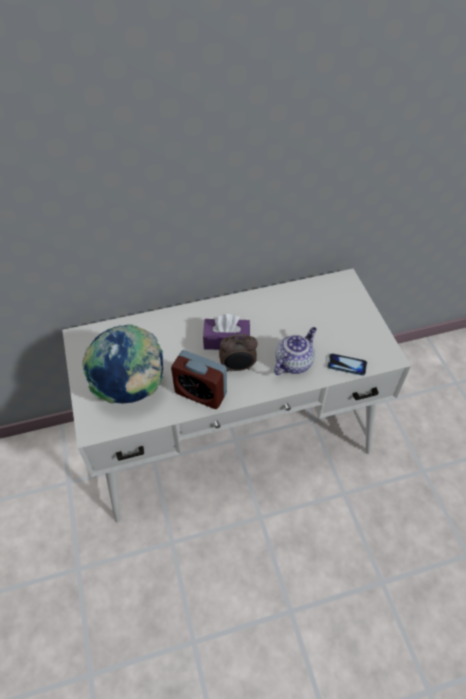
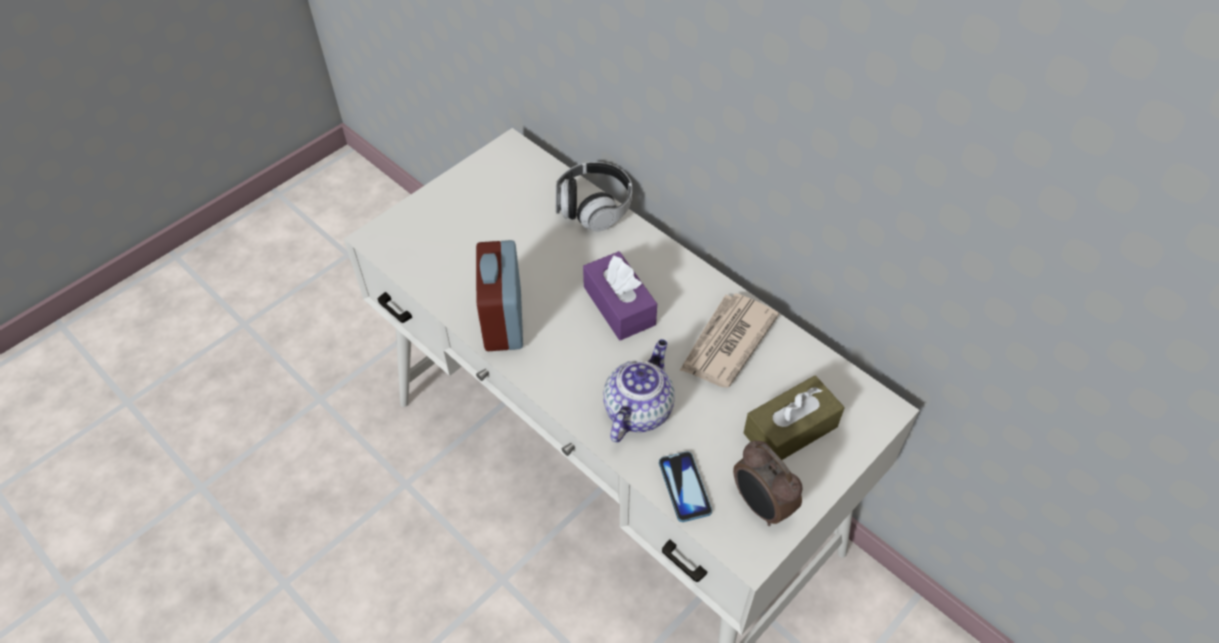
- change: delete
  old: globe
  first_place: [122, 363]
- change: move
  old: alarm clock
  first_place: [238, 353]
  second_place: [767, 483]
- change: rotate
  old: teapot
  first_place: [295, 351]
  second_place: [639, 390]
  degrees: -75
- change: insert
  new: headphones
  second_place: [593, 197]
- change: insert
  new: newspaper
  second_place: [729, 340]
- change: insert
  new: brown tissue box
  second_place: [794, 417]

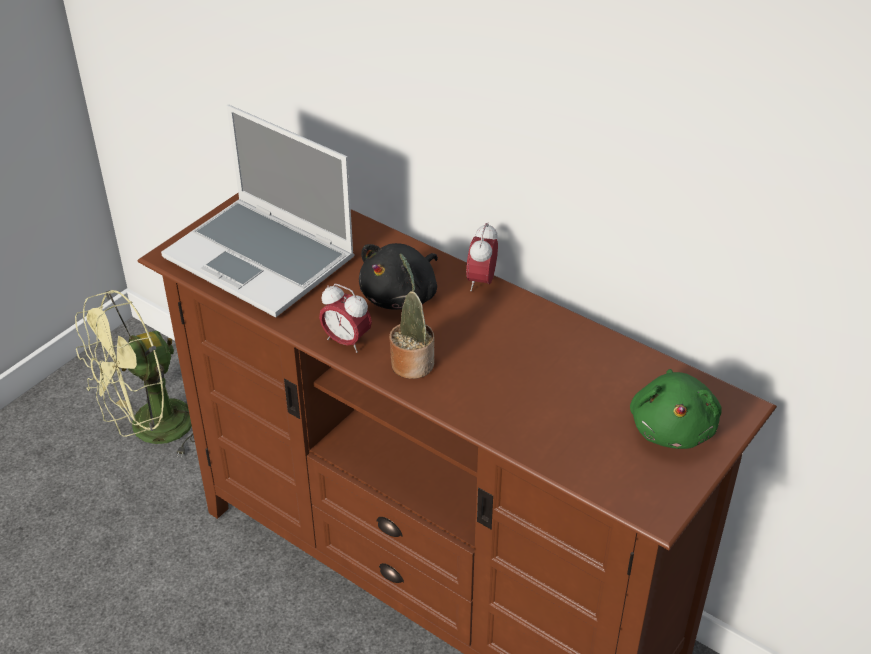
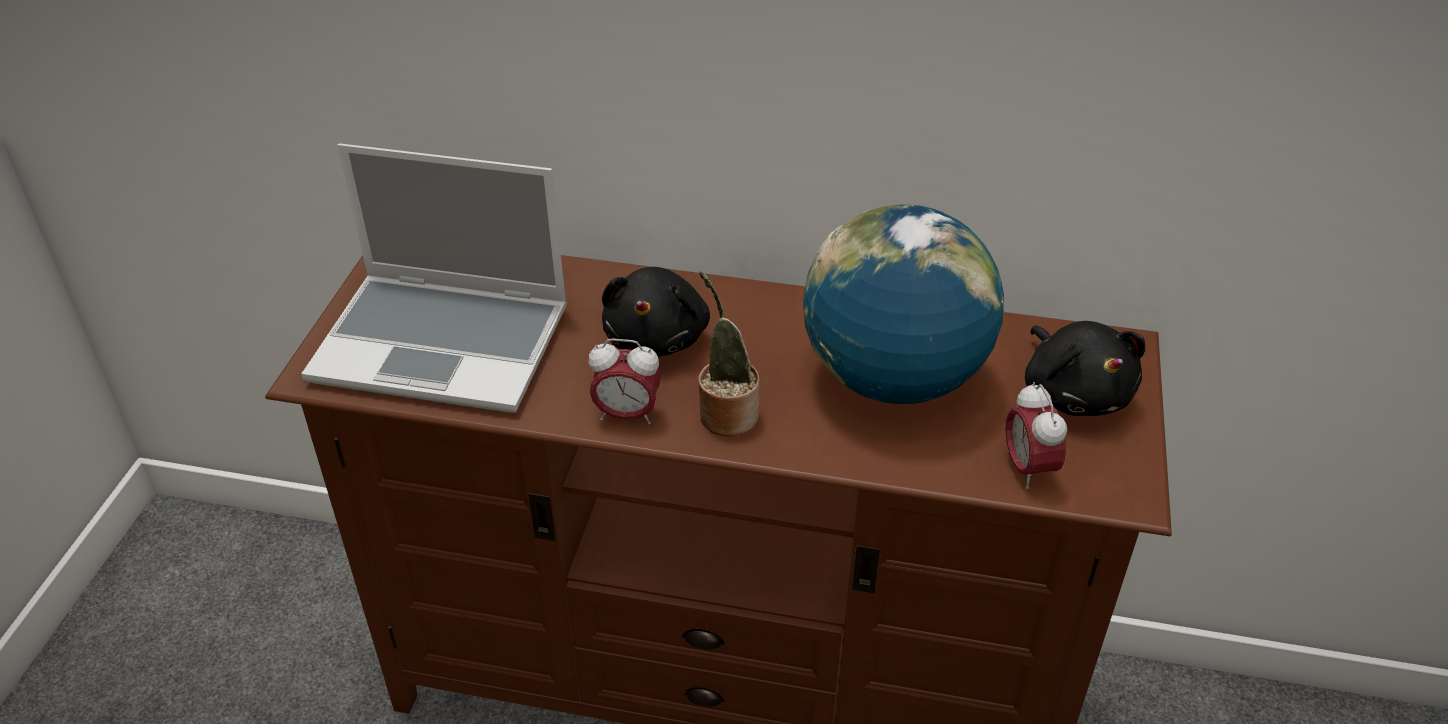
- change: delete
  old: green fan
  first_place: [135, 373]
- change: move
  old: alarm clock
  first_place: [482, 257]
  second_place: [1036, 435]
- change: recolor
  old: green plush toy
  new: black plush toy
  first_place: [675, 409]
  second_place: [1085, 368]
- change: insert
  new: globe
  second_place: [904, 304]

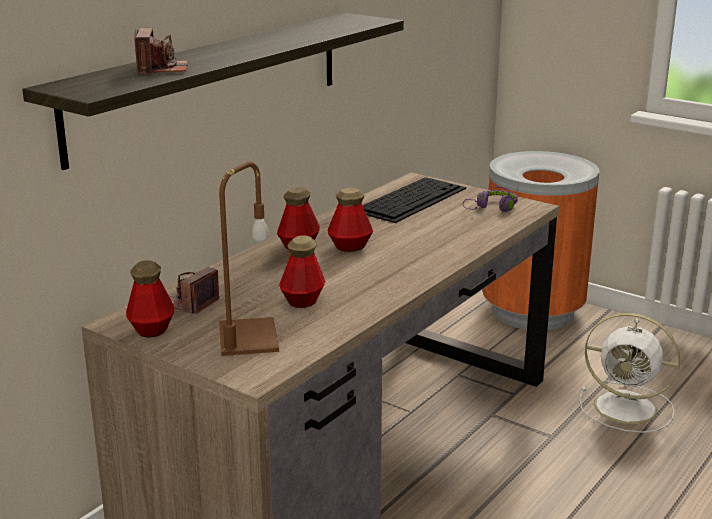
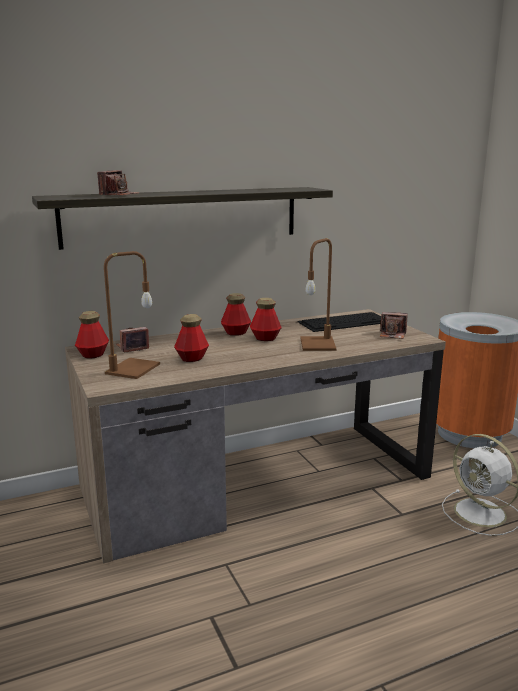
- change: replace
  old: purple headphones
  new: photo camera
  first_place: [490, 198]
  second_place: [394, 325]
- change: insert
  new: brown table lamp
  second_place: [318, 294]

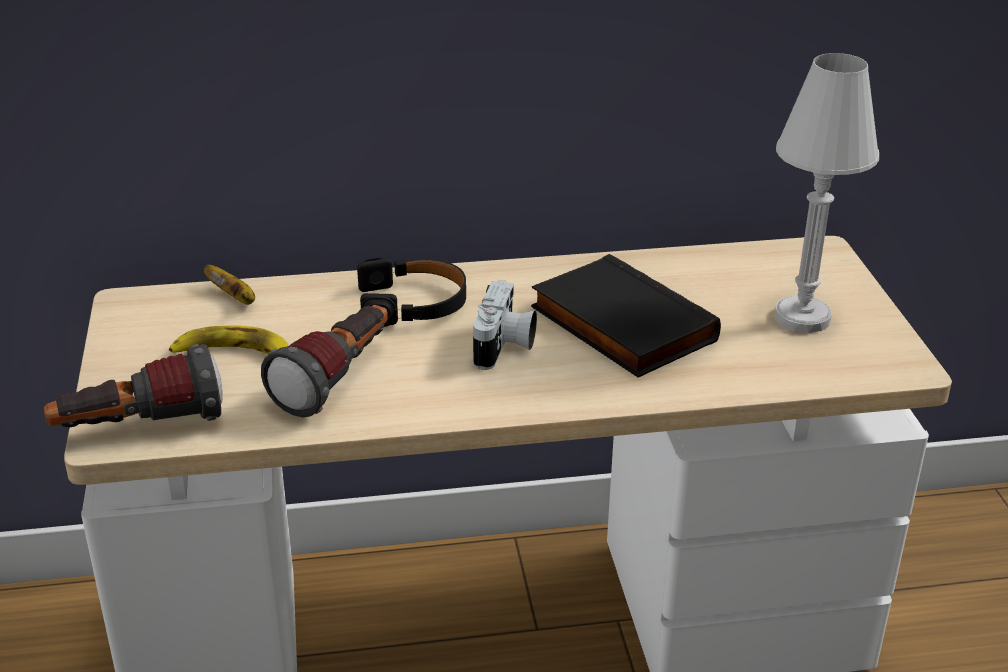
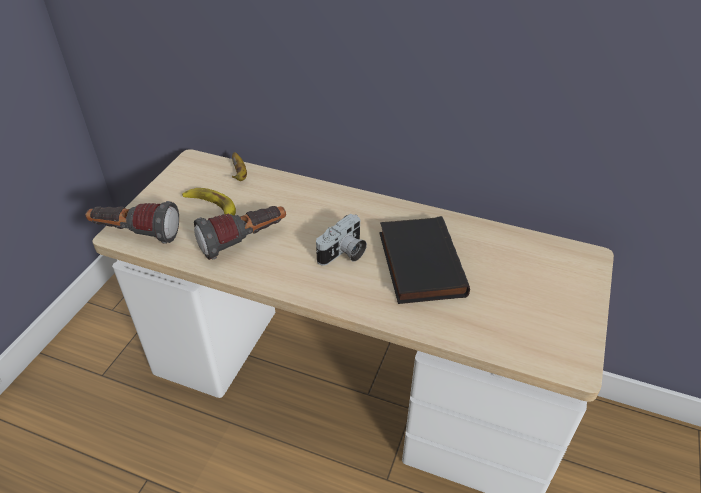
- change: delete
  old: black headphones
  first_place: [411, 292]
- change: delete
  old: white table lamp
  first_place: [827, 193]

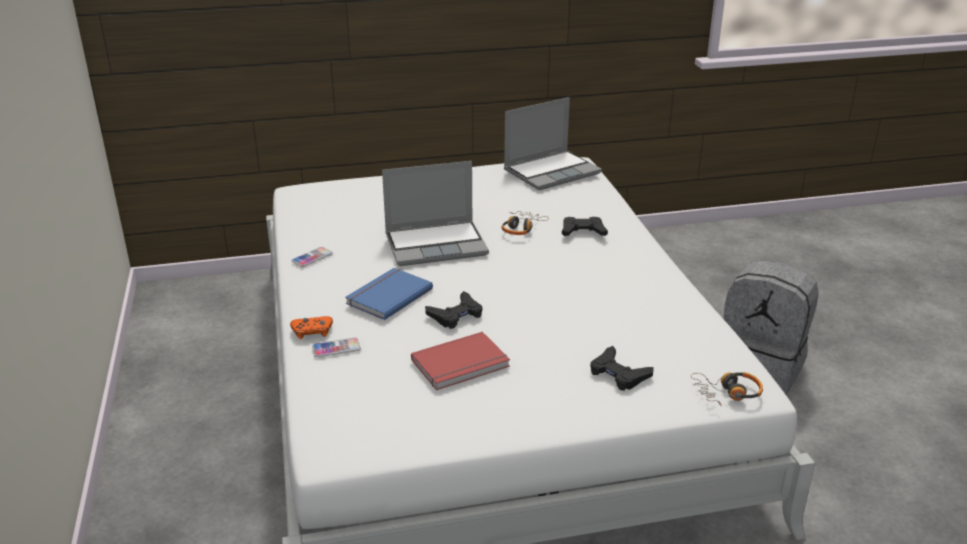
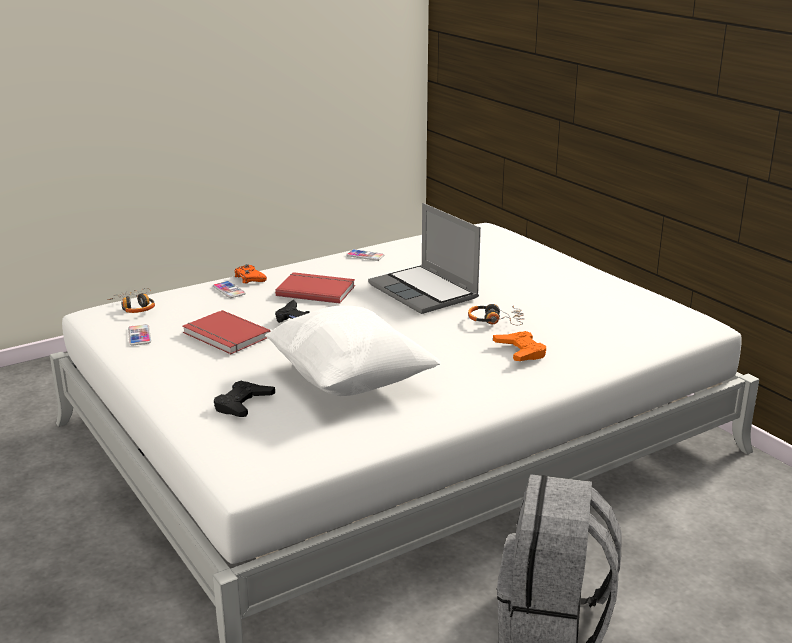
- change: recolor
  old: blue book
  new: red book
  first_place: [389, 294]
  second_place: [315, 288]
- change: delete
  old: laptop
  first_place: [553, 143]
- change: recolor
  old: black game controller
  new: orange game controller
  first_place: [585, 226]
  second_place: [519, 346]
- change: move
  old: headphones
  first_place: [727, 389]
  second_place: [131, 300]
- change: insert
  new: phone
  second_place: [139, 335]
- change: insert
  new: white pillow
  second_place: [353, 351]

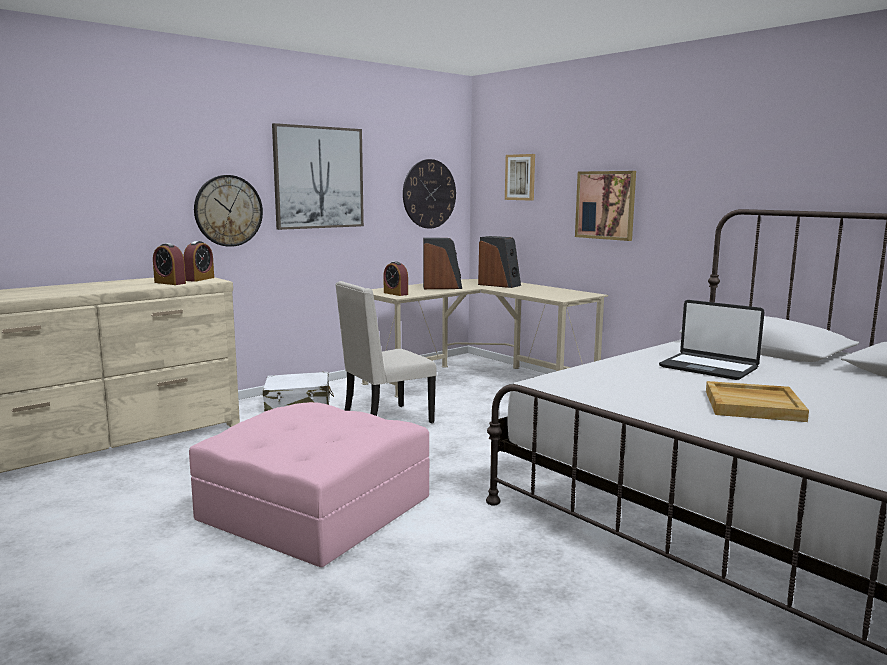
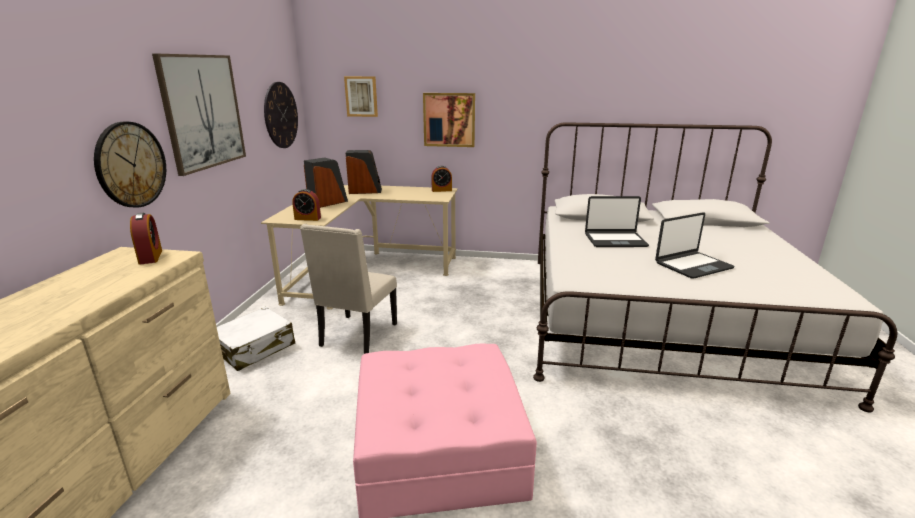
- change: move
  old: alarm clock
  first_place: [169, 264]
  second_place: [441, 179]
- change: replace
  old: beige tray
  new: laptop
  first_place: [757, 401]
  second_place: [695, 245]

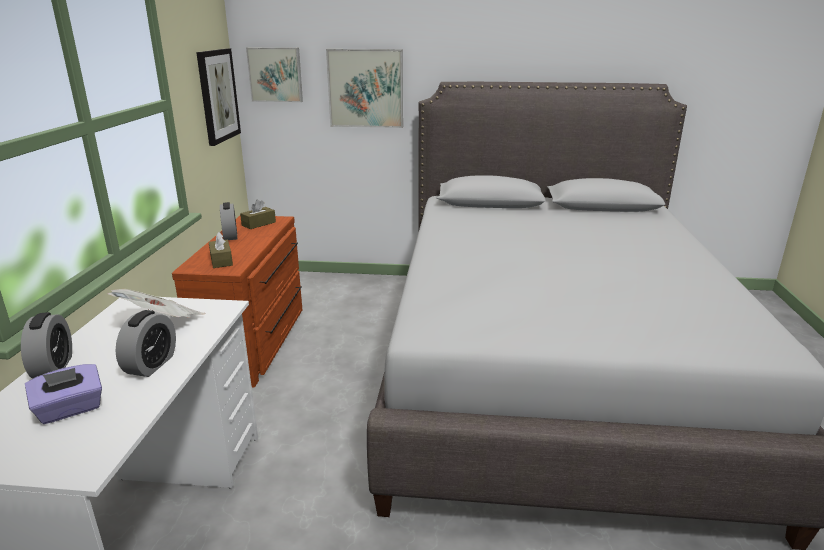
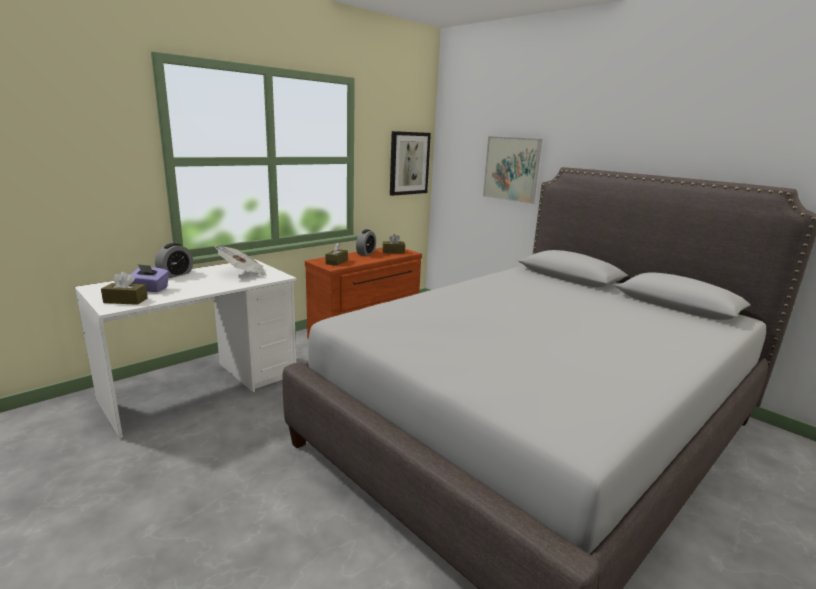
- change: delete
  old: alarm clock
  first_place: [145, 343]
- change: delete
  old: picture
  first_place: [274, 74]
- change: insert
  new: brown tissue box
  second_place: [124, 288]

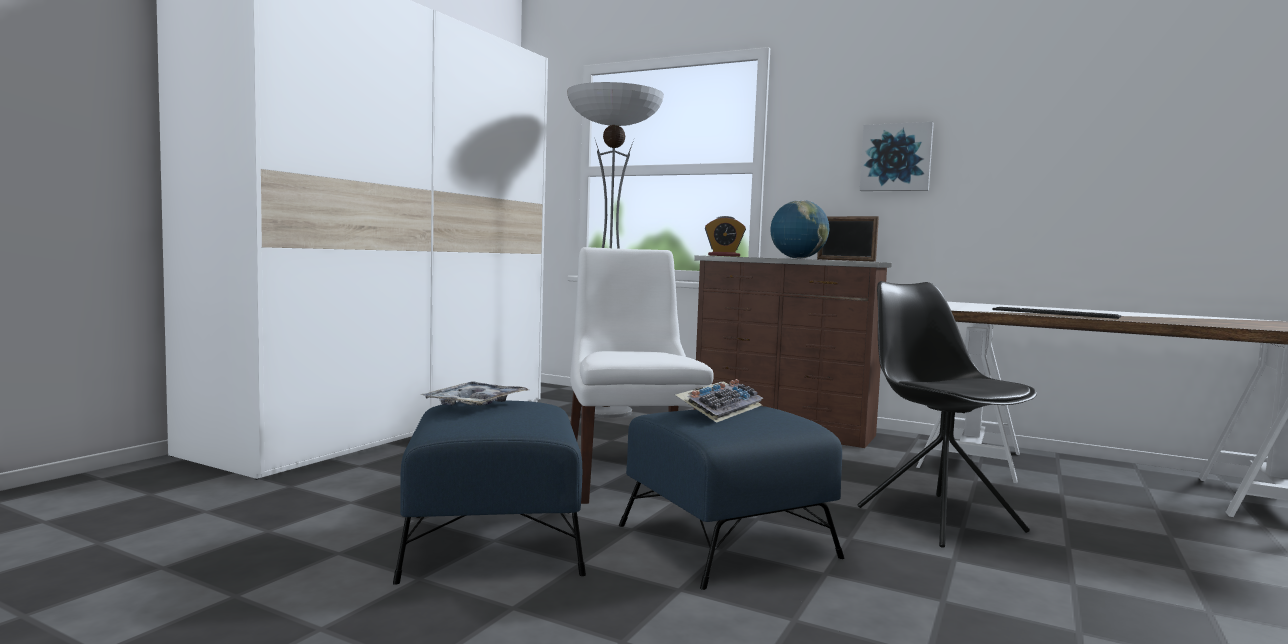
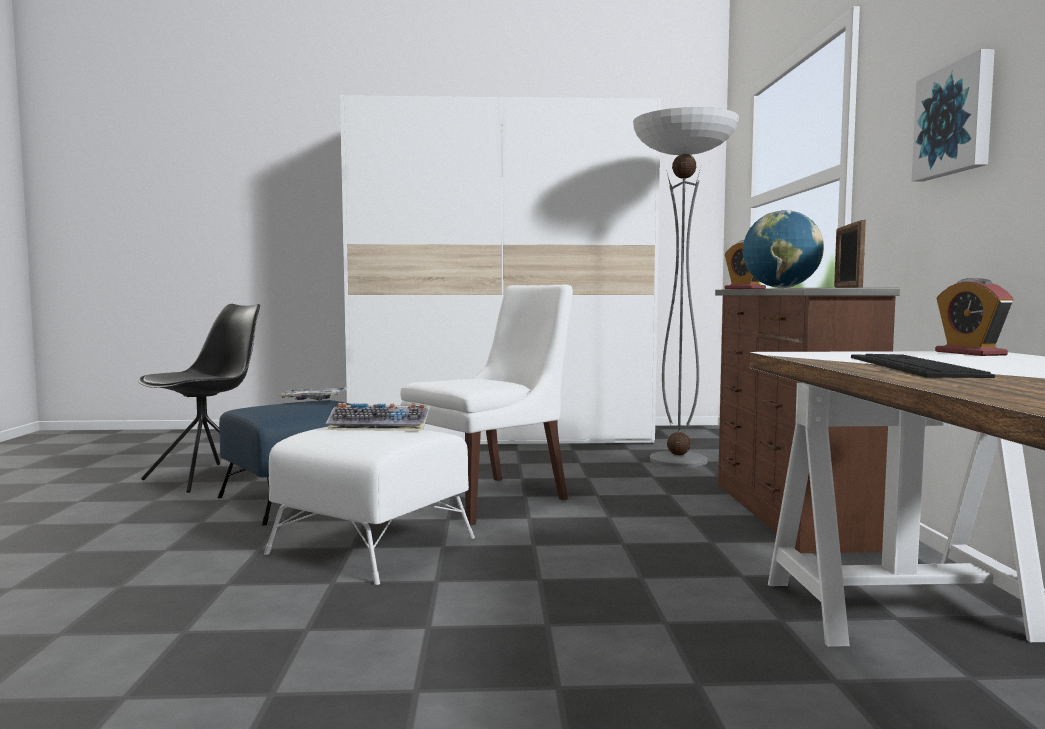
- change: recolor
  old: blue ottoman
  new: white ottoman
  first_place: [731, 498]
  second_place: [369, 505]
- change: move
  old: black chair
  first_place: [947, 414]
  second_place: [199, 398]
- change: insert
  new: alarm clock
  second_place: [974, 317]

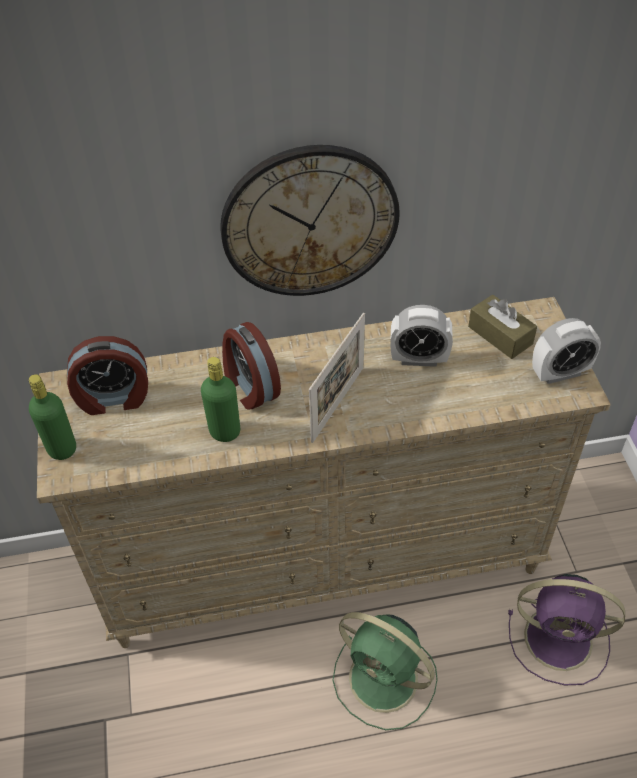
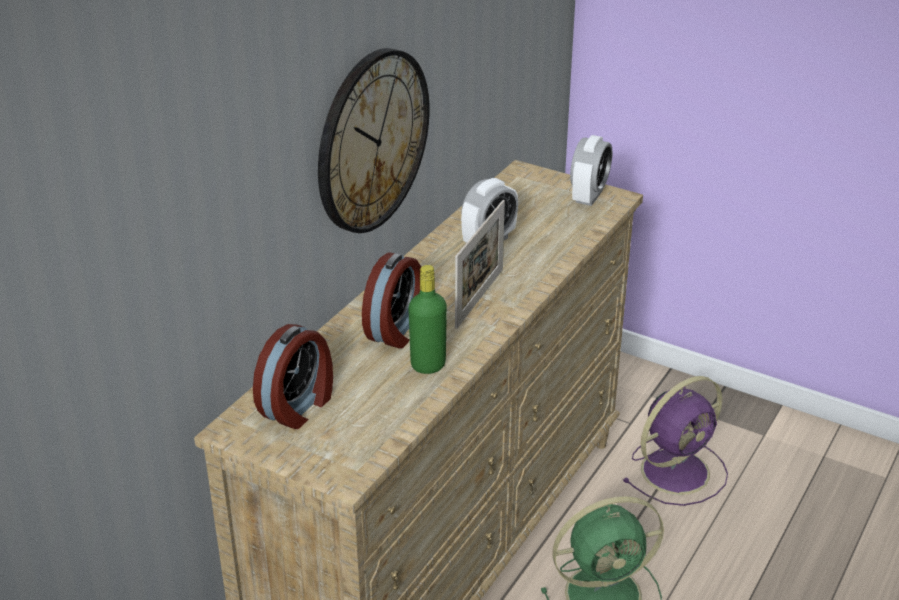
- change: delete
  old: green bottle
  first_place: [52, 417]
- change: rotate
  old: alarm clock
  first_place: [251, 366]
  second_place: [391, 300]
  degrees: -75
- change: rotate
  old: picture frame
  first_place: [337, 378]
  second_place: [480, 264]
  degrees: 45
- change: delete
  old: brown tissue box
  first_place: [502, 327]

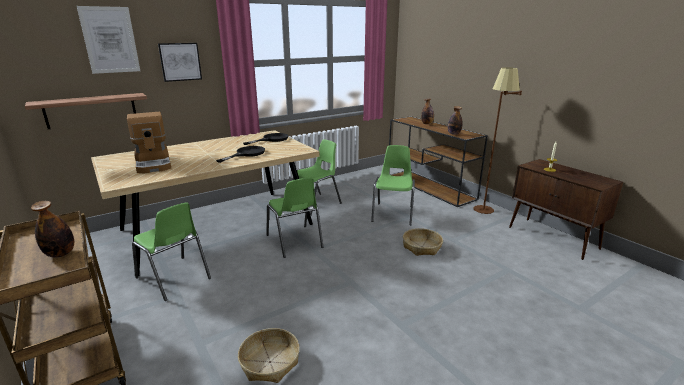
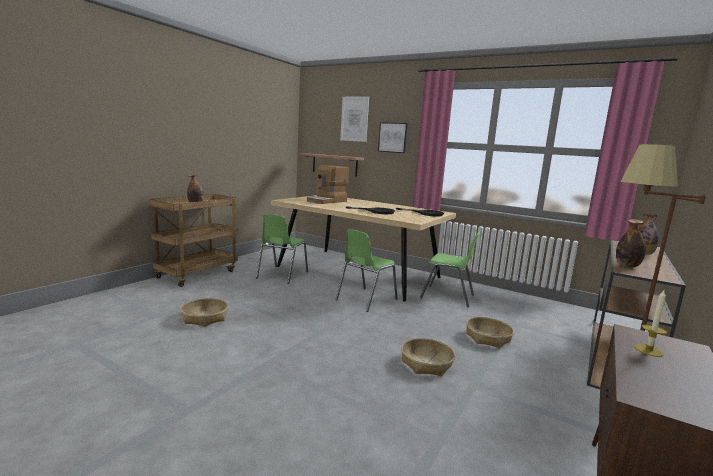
- change: replace
  old: green chair
  new: basket
  first_place: [393, 185]
  second_place: [490, 332]

